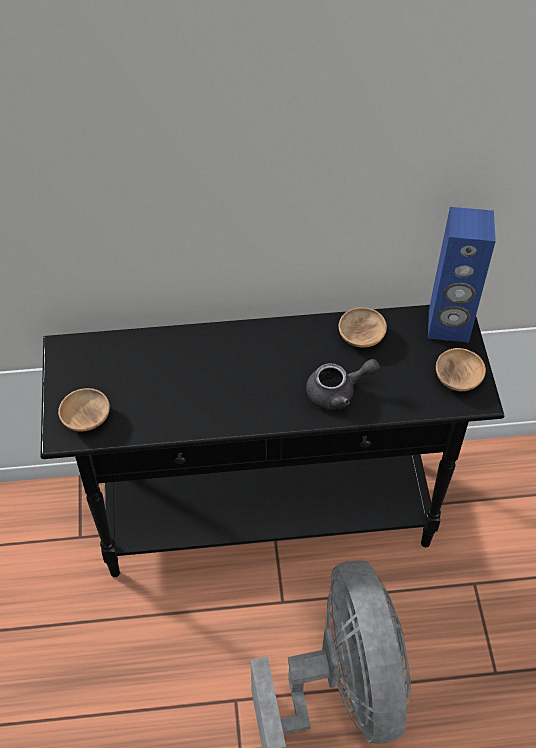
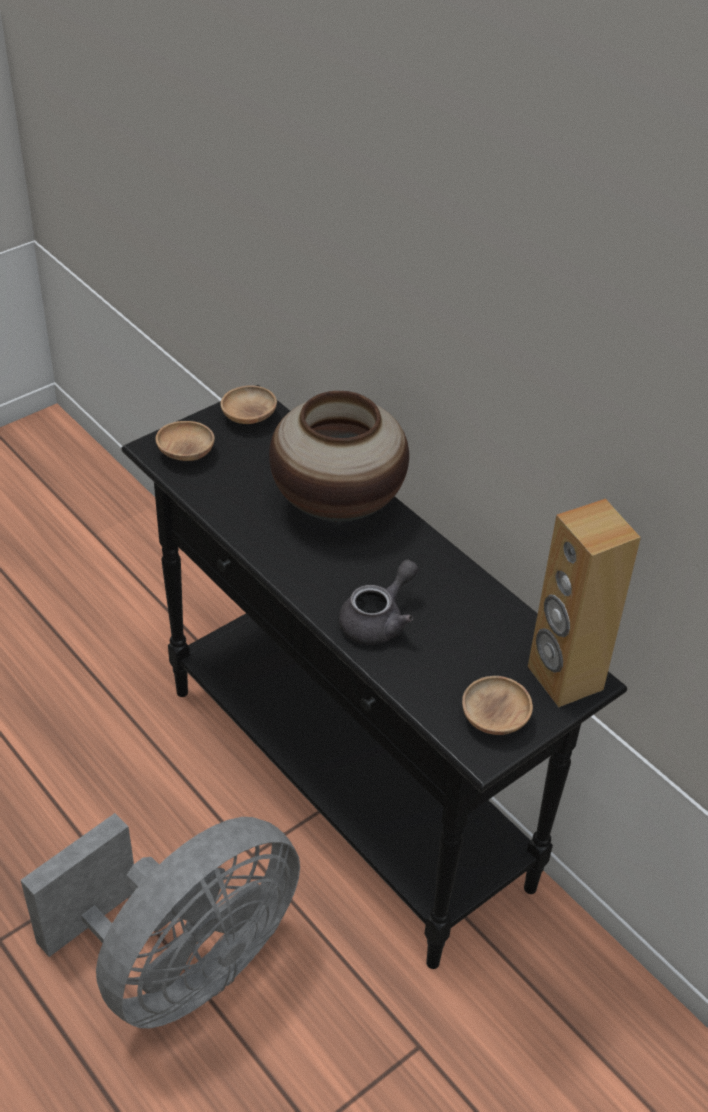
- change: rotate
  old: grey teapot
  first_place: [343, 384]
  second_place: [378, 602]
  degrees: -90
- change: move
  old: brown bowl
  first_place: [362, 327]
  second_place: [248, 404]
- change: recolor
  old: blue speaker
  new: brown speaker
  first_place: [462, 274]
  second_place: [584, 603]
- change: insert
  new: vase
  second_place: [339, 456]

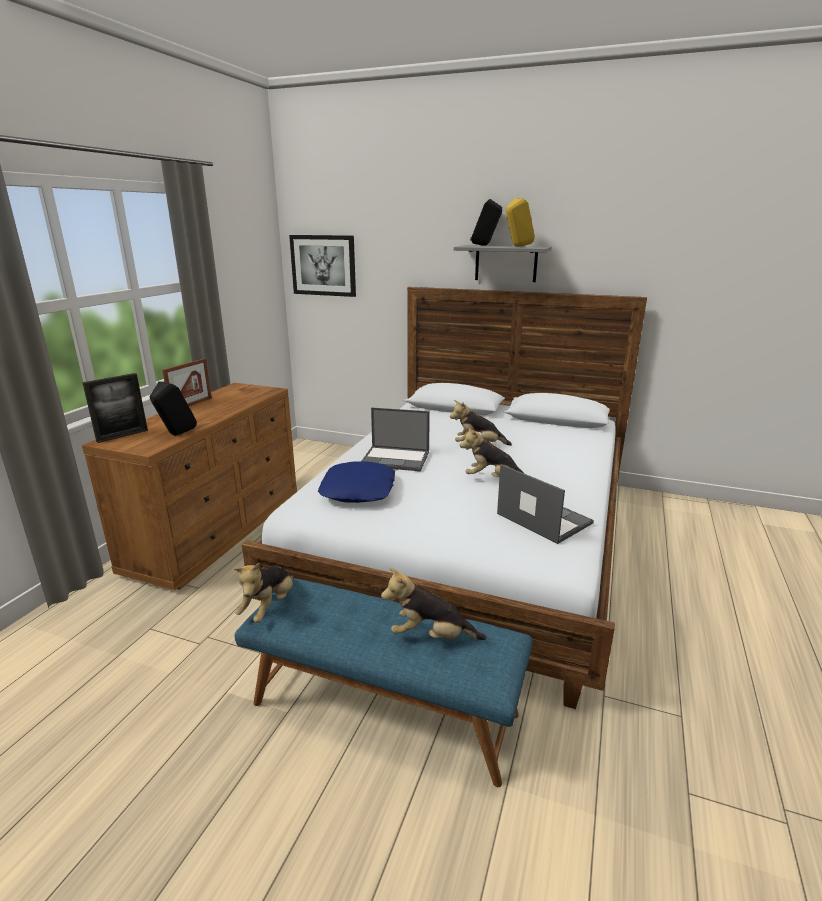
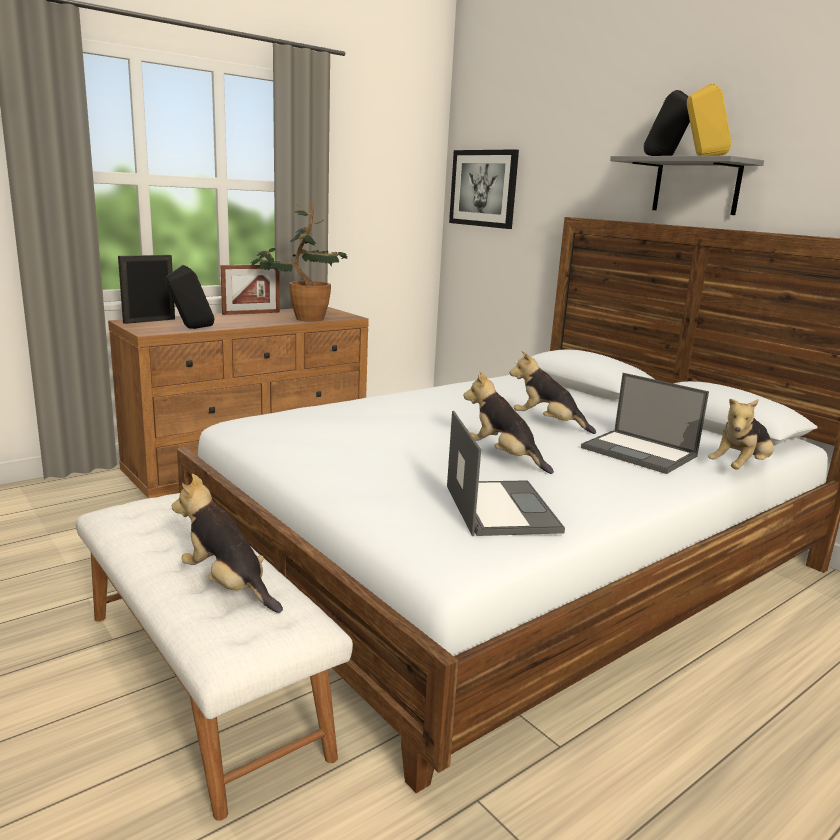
- change: rotate
  old: picture frame
  first_place: [115, 408]
  second_place: [146, 289]
  degrees: 150
- change: move
  old: plush toy
  first_place: [264, 593]
  second_place: [741, 434]
- change: recolor
  old: blue bench
  new: white bench
  first_place: [384, 682]
  second_place: [214, 657]
- change: delete
  old: blue pillow
  first_place: [356, 482]
- change: move
  old: laptop
  first_place: [396, 439]
  second_place: [645, 423]
- change: insert
  new: potted plant
  second_place: [299, 262]

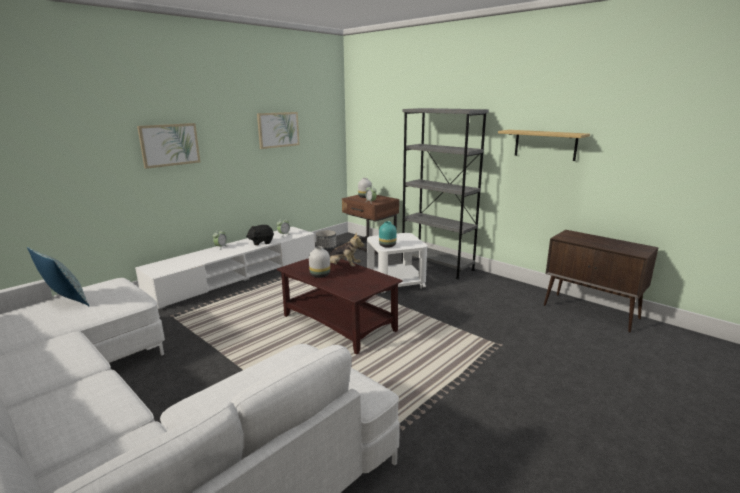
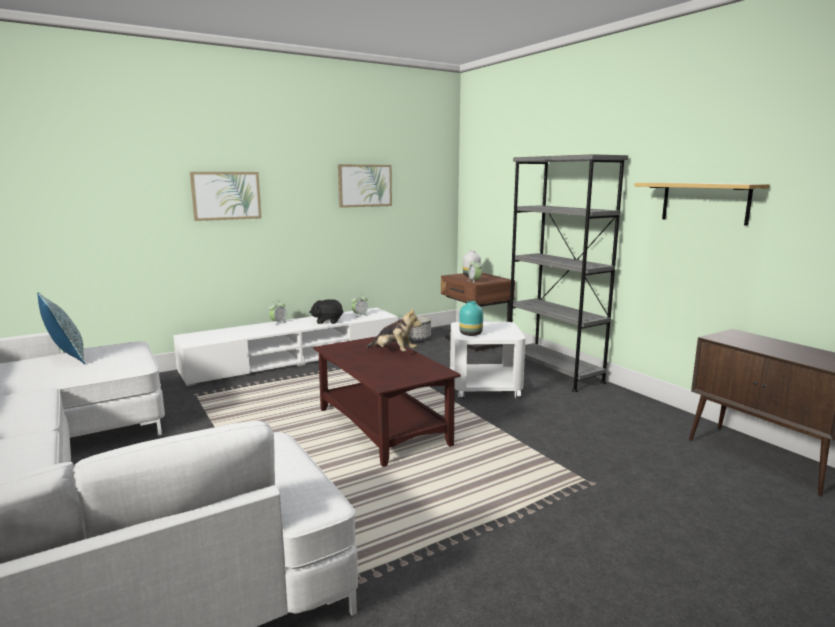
- change: delete
  old: white vase
  first_place: [319, 262]

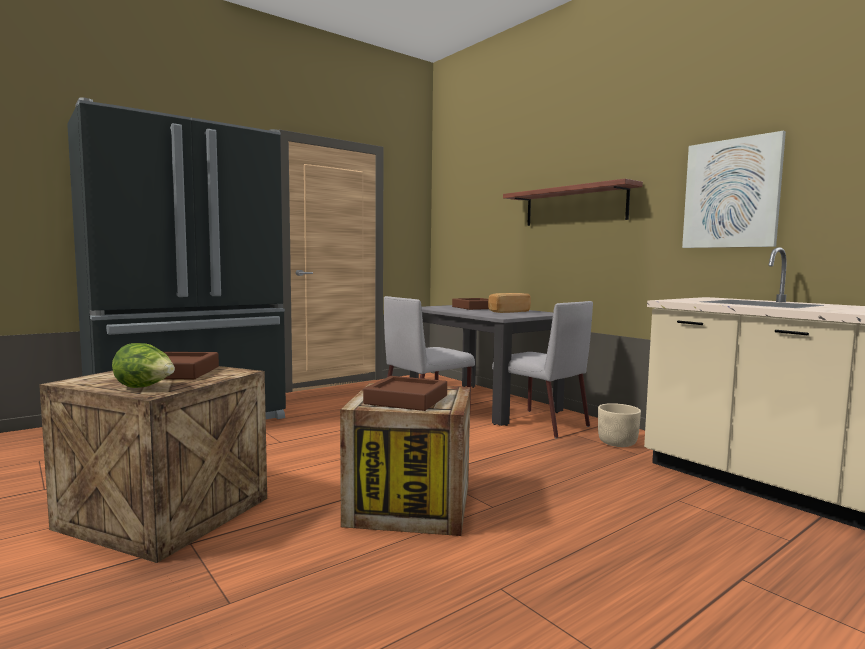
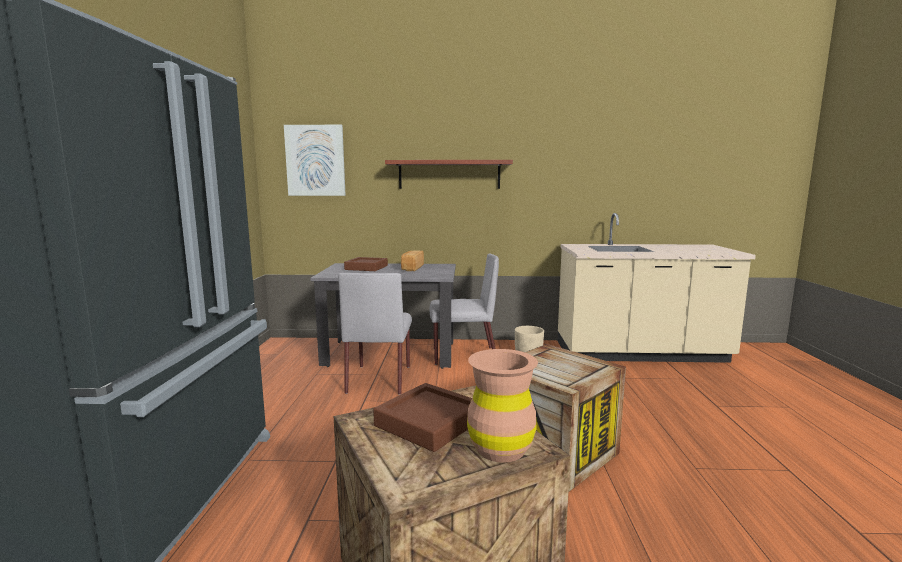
- change: replace
  old: lettuce
  new: brown vase
  first_place: [143, 365]
  second_place: [502, 405]
- change: delete
  old: brown tray
  first_place: [405, 393]
- change: move
  old: picture
  first_place: [734, 189]
  second_place: [315, 160]

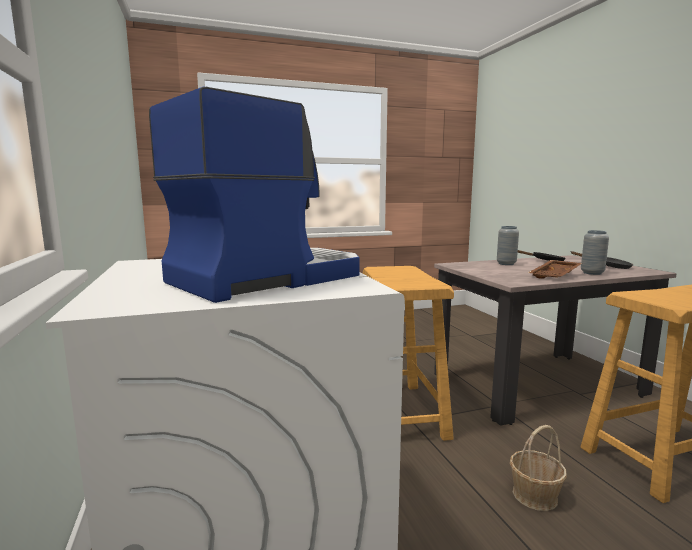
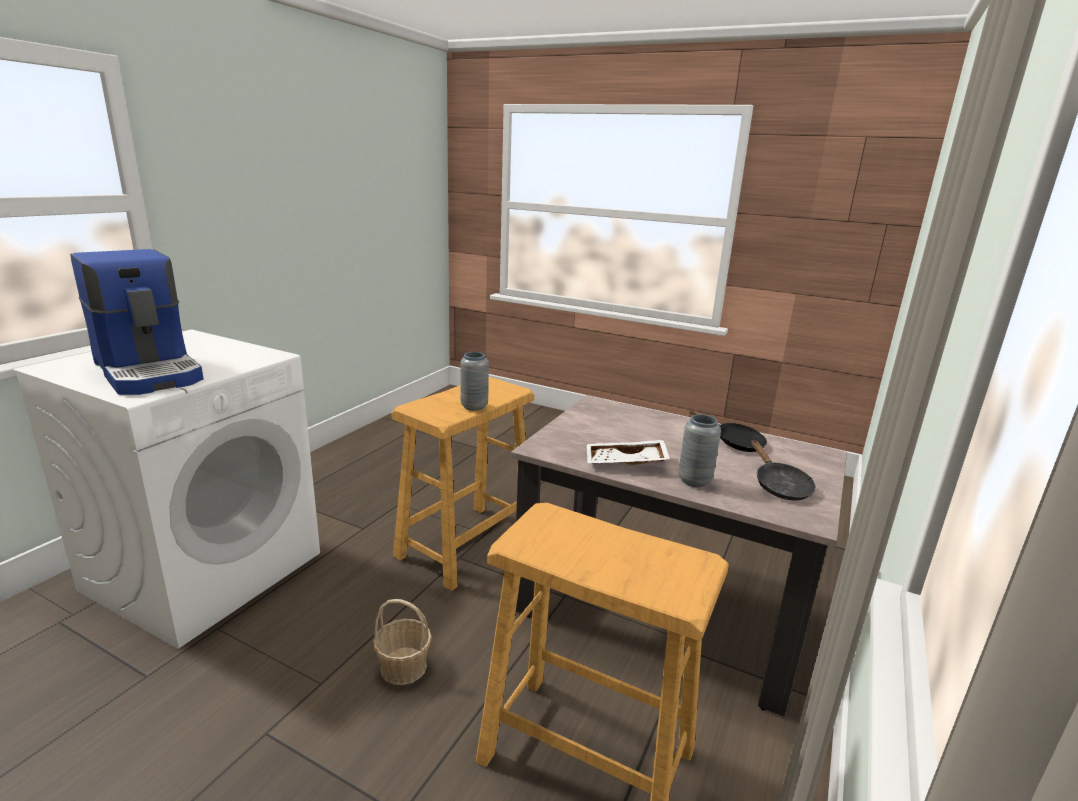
- change: rotate
  old: coffee machine
  first_place: [254, 195]
  second_place: [137, 322]
  degrees: 45
- change: move
  old: grey vase
  first_place: [508, 245]
  second_place: [474, 381]
- change: recolor
  old: brown tray
  new: white tray
  first_place: [555, 269]
  second_place: [628, 452]

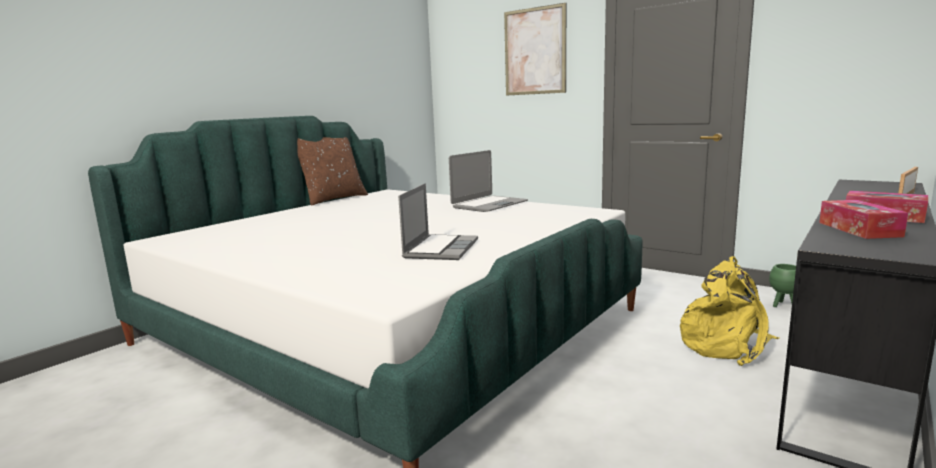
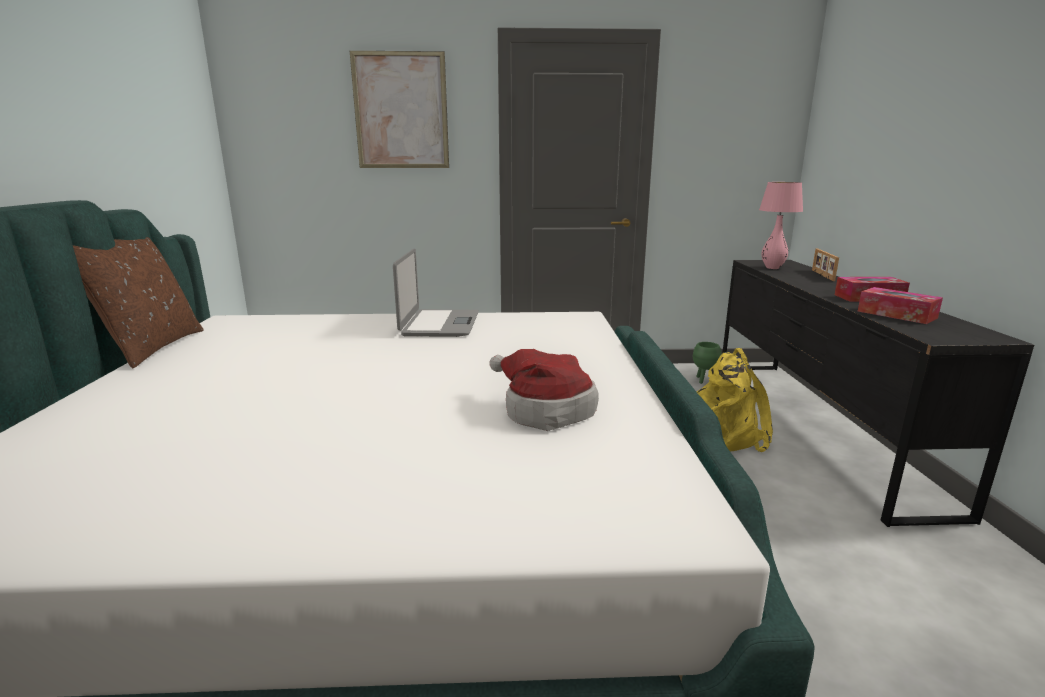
- change: replace
  old: laptop
  new: hat
  first_place: [438, 221]
  second_place: [544, 390]
- change: insert
  new: pink table lamp
  second_place: [781, 225]

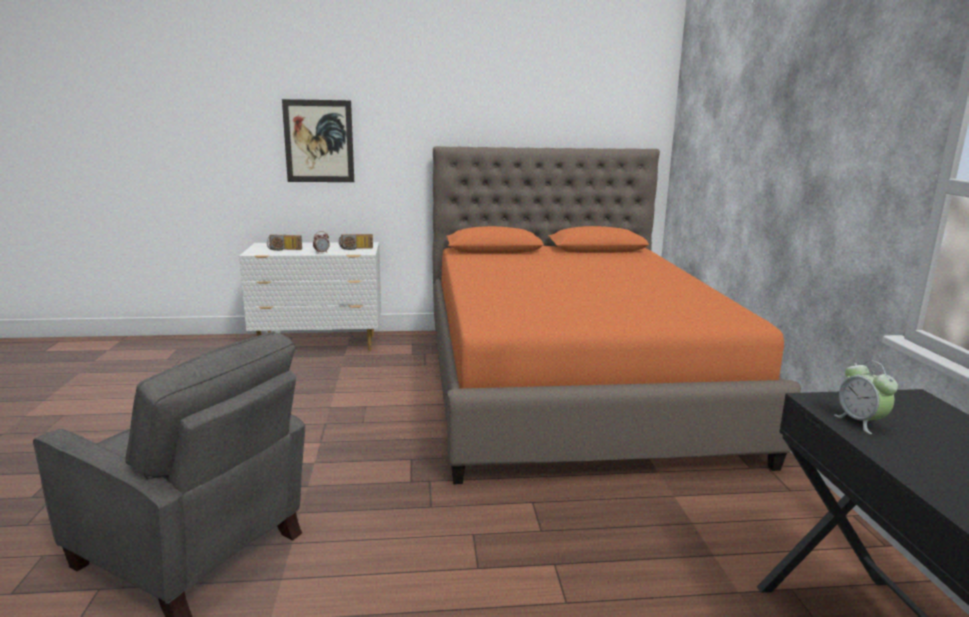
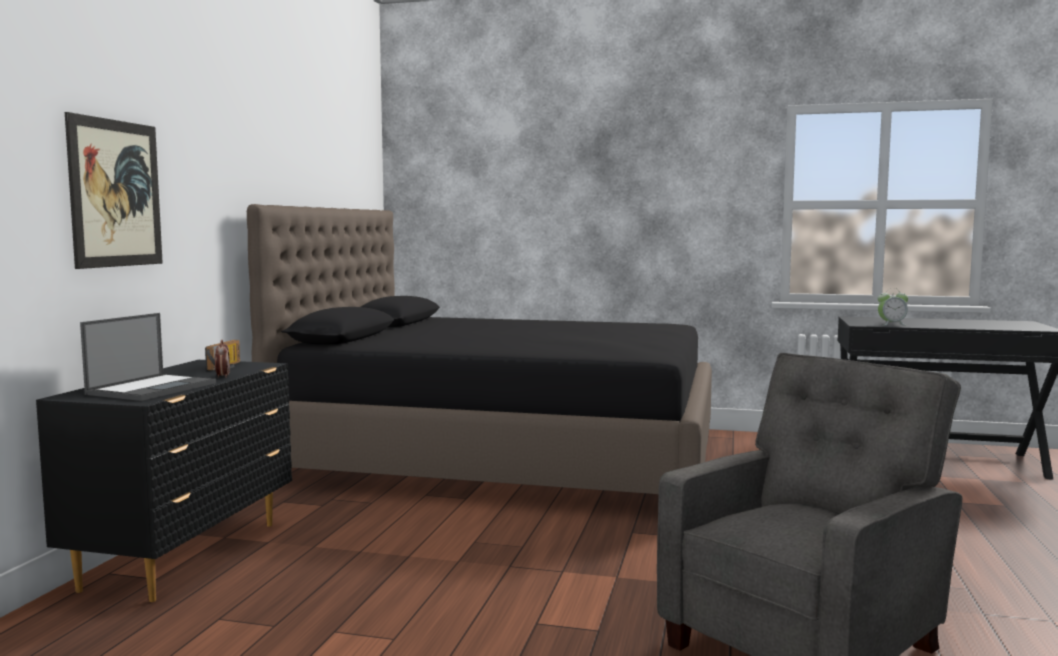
- change: recolor
  old: white dresser
  new: black dresser
  first_place: [310, 296]
  second_place: [164, 481]
- change: replace
  old: radio
  new: laptop
  first_place: [284, 242]
  second_place: [148, 357]
- change: recolor
  old: orange bed
  new: black bed
  first_place: [617, 315]
  second_place: [479, 349]

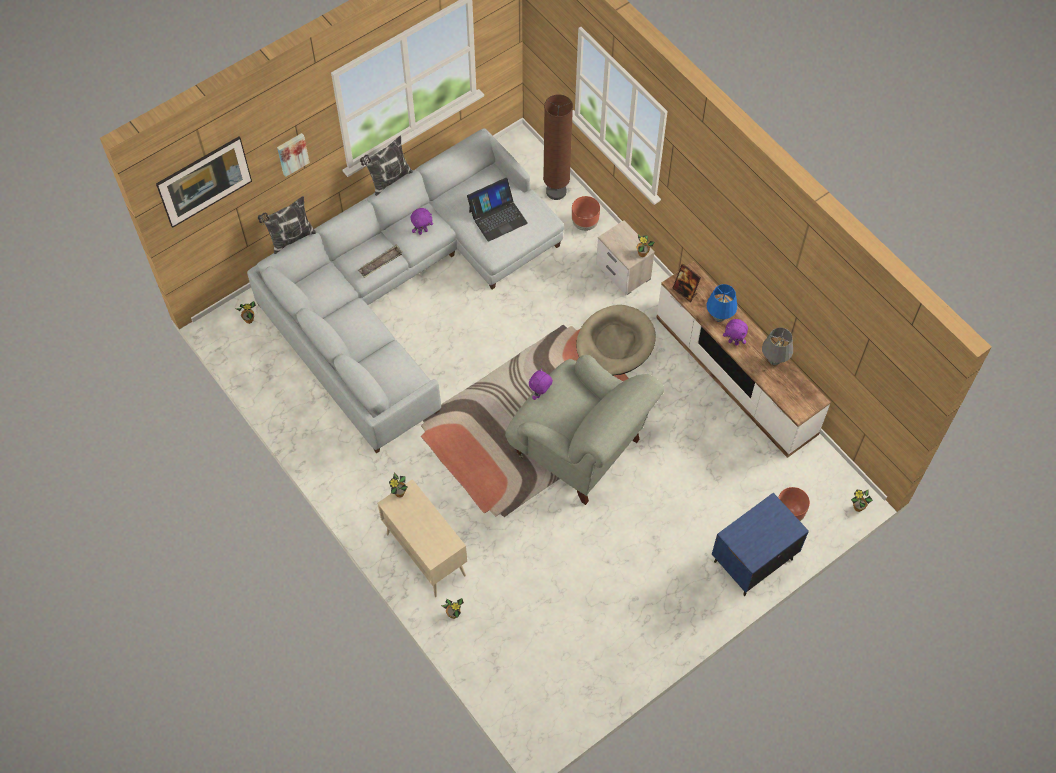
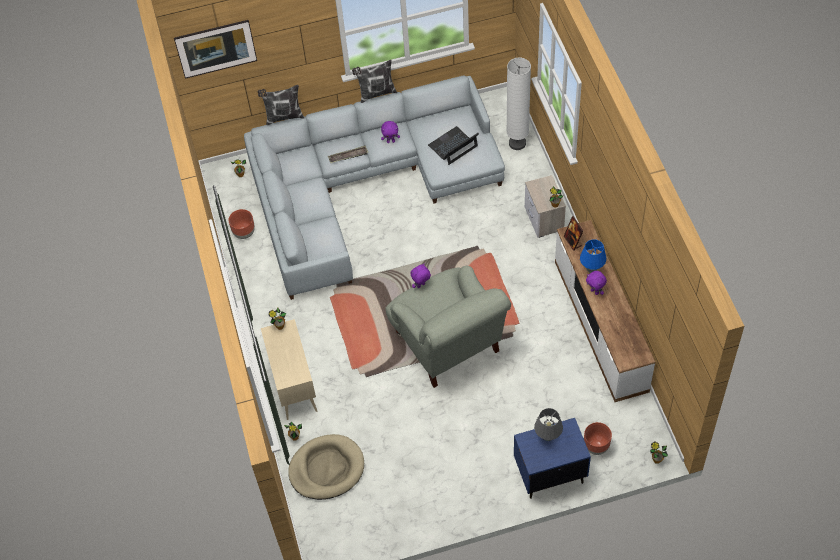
- change: delete
  old: picture
  first_place: [293, 155]
- change: rotate
  old: laptop
  first_place: [497, 209]
  second_place: [453, 145]
  degrees: 150
- change: recolor
  old: brown floor lamp
  new: white floor lamp
  first_place: [558, 147]
  second_place: [518, 103]
- change: move
  old: brown planter
  first_place: [586, 213]
  second_place: [242, 224]
- change: move
  old: beige dog bed
  first_place: [616, 340]
  second_place: [326, 467]
- change: move
  old: grey table lamp
  first_place: [777, 346]
  second_place: [548, 424]

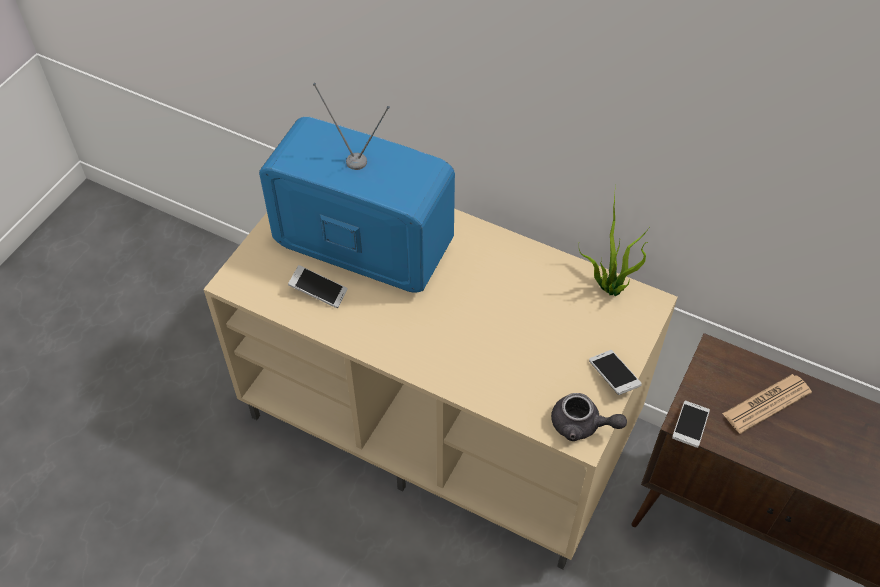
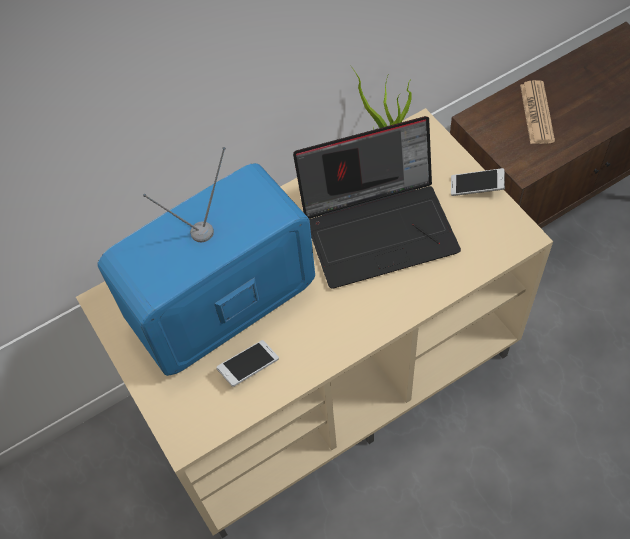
- change: delete
  old: grey teapot
  first_place: [589, 417]
- change: delete
  old: phone
  first_place: [691, 424]
- change: insert
  new: laptop
  second_place: [377, 202]

